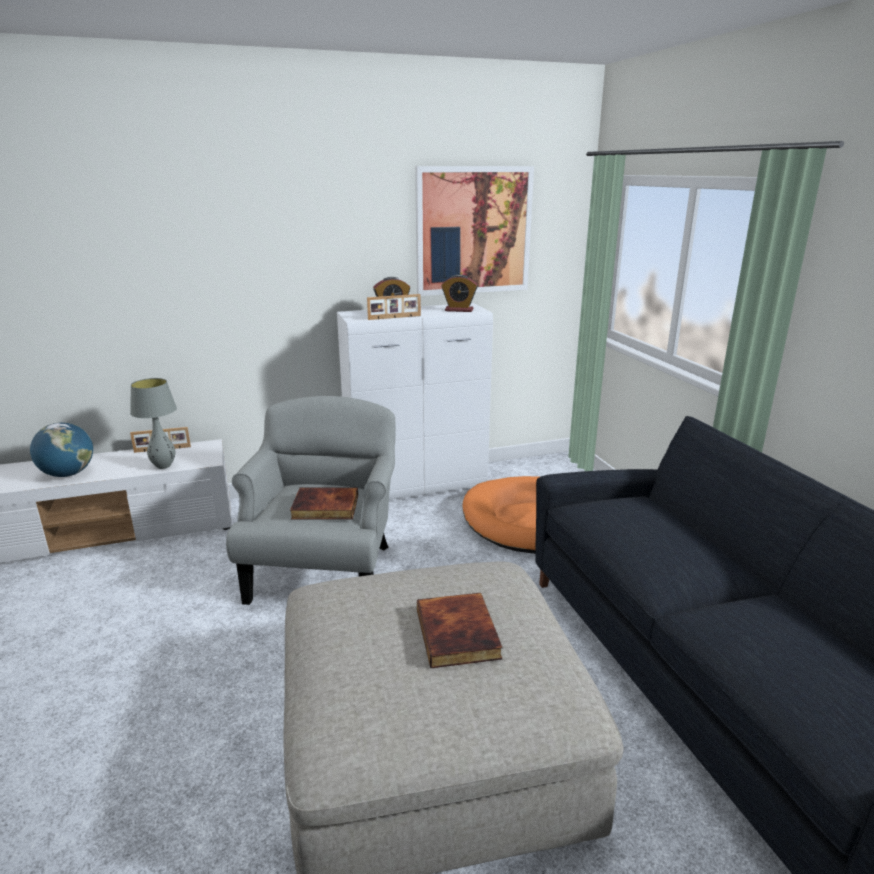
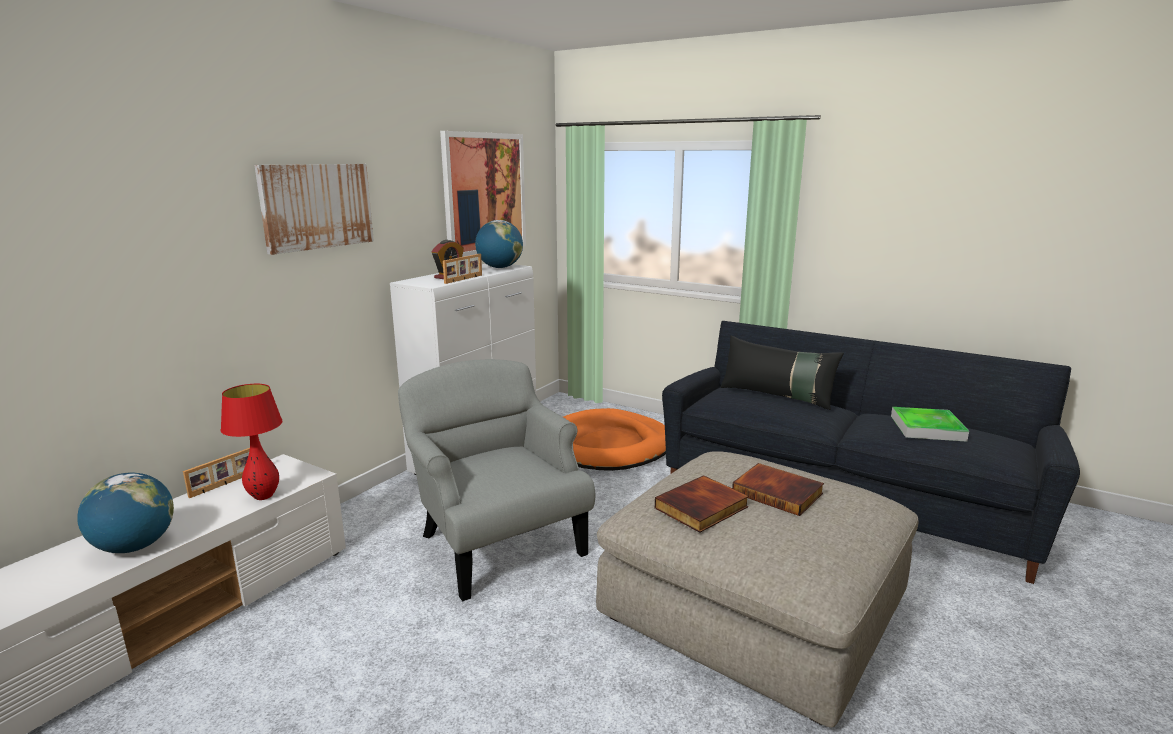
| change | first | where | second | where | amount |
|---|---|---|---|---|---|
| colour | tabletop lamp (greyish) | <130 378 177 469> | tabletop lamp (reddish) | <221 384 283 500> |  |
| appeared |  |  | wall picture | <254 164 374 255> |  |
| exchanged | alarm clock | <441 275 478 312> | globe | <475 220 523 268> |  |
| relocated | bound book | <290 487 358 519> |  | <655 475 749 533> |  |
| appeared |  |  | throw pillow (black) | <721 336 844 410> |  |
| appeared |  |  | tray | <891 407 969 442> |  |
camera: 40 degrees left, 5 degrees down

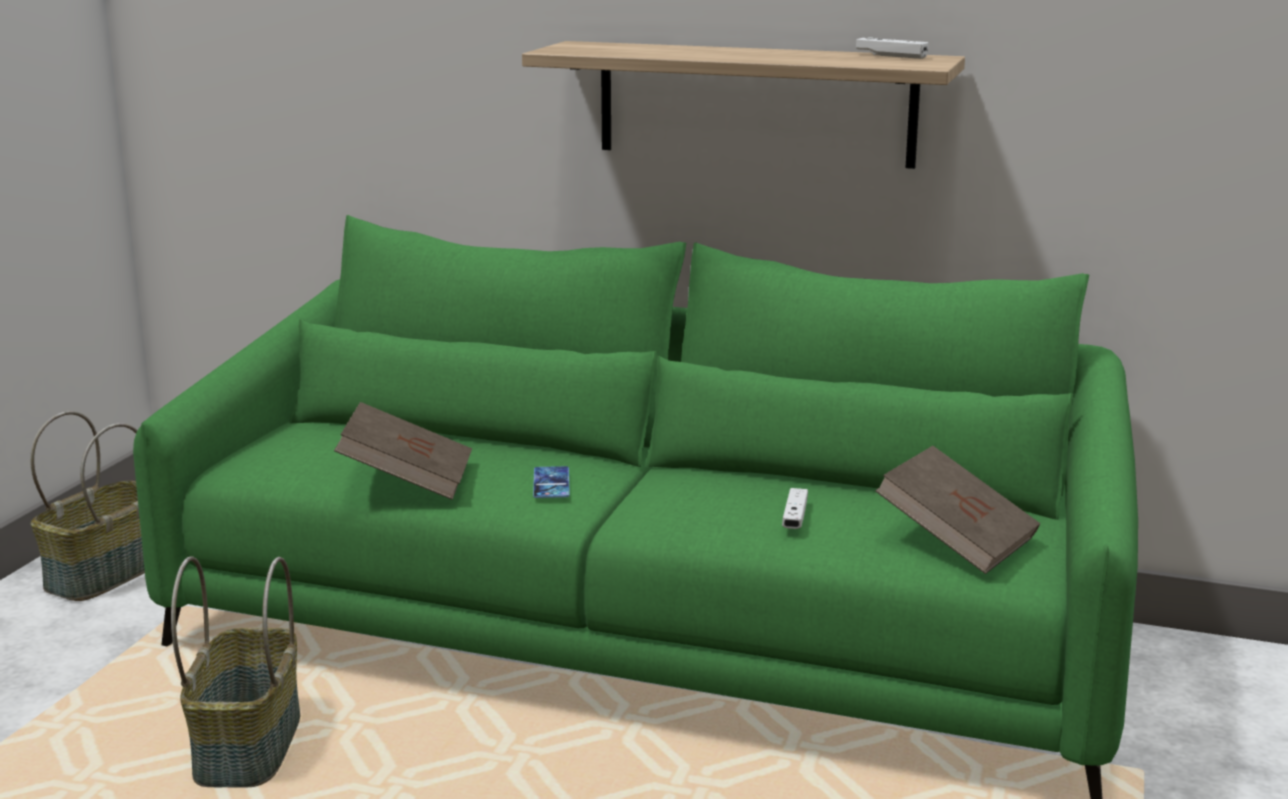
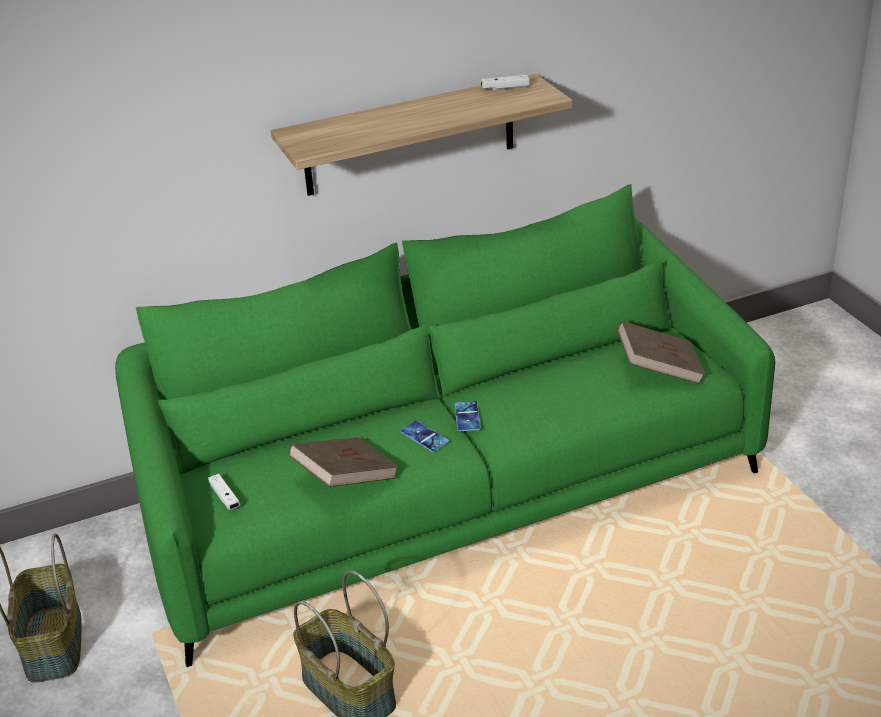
| change | first | where | second | where | amount |
|---|---|---|---|---|---|
| relocated | gamepad (whitish) | <782 488 808 529> |  | <208 474 240 510> |  |
| appeared |  |  | telephone | <455 401 481 431> |  |
camera: 40 degrees left, 15 degrees up

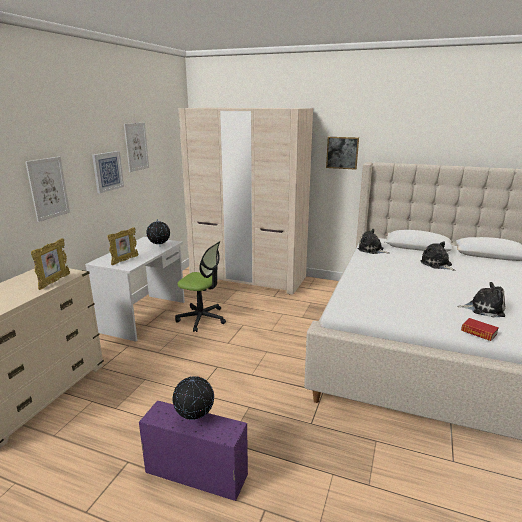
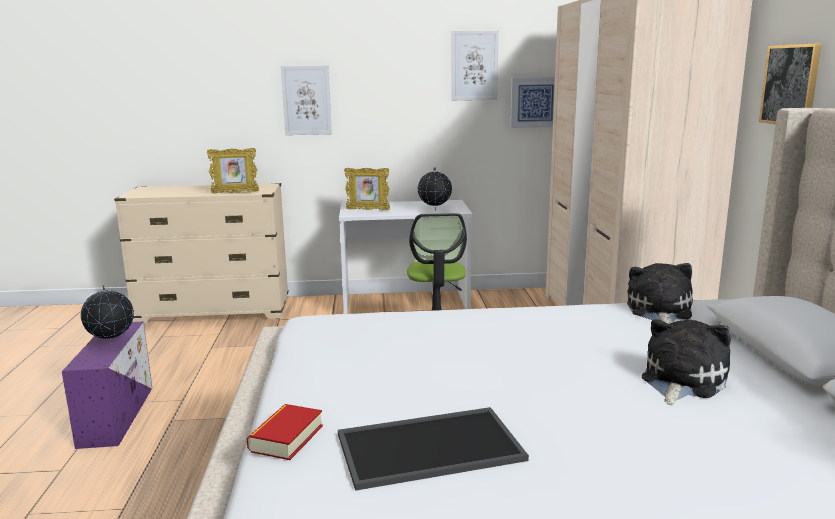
| change | first | where | second | where | amount |
|---|---|---|---|---|---|
| exchanged | soft toy | <457 282 506 317> | tray | <338 407 529 491> |  |
| relocated | wall picture | <92 151 124 193> |  | <510 77 555 128> |  |
camera: 65 degrees right, 5 degrees down

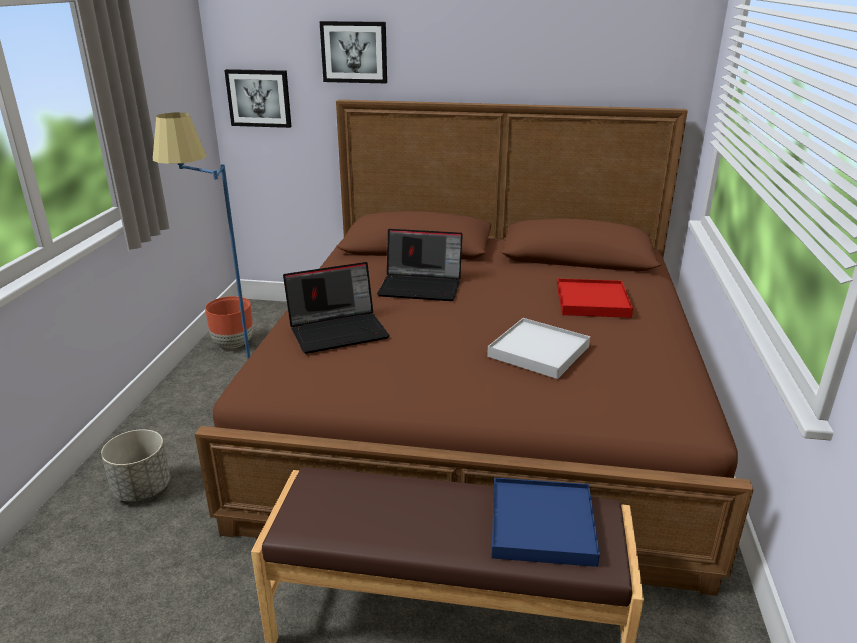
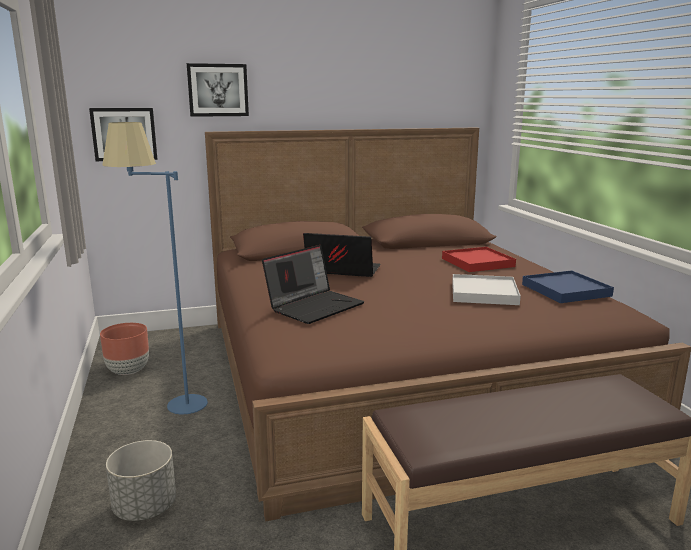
| change | first | where | second | where | amount |
|---|---|---|---|---|---|
| spun | portable computer | <377 229 463 301> |  | <303 233 381 277> | 150 degrees counterclockwise |
| relocated | tray (bluish) | <492 478 600 567> |  | <522 270 614 303> |  |
camera: 25 degrees left, 10 degrees down

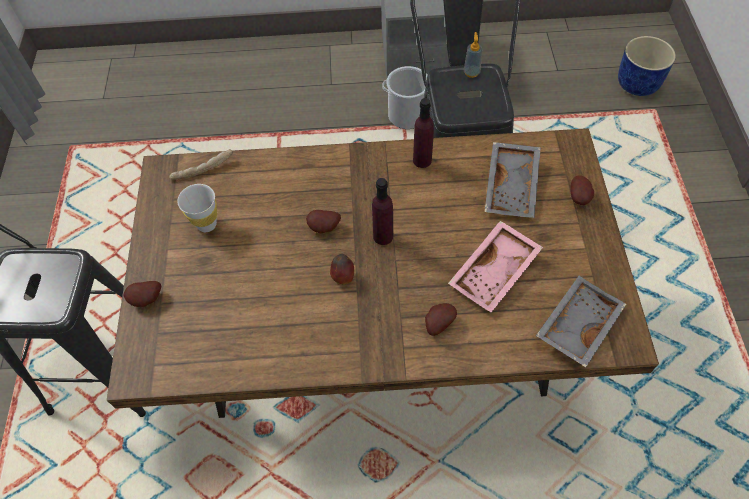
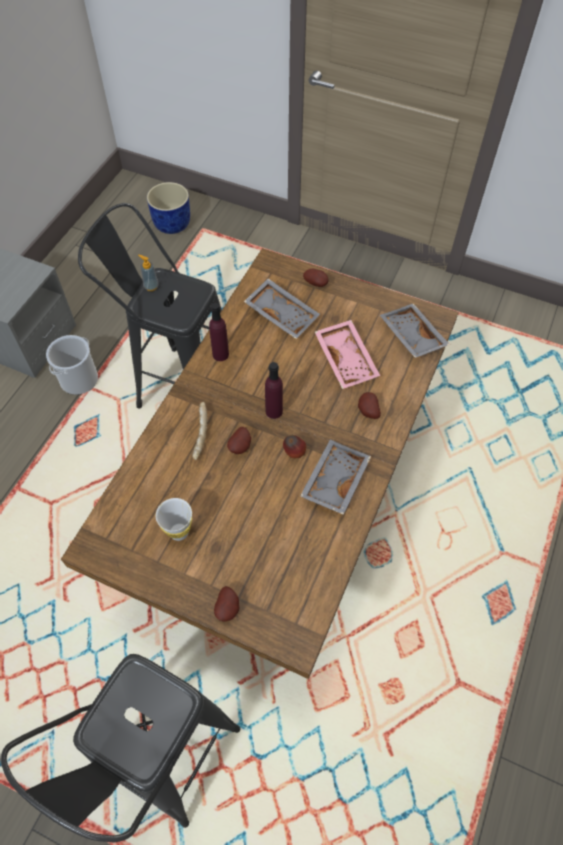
| change | first | where | second | where | amount |
|---|---|---|---|---|---|
| relocated | bread | <169 149 233 180> |  | <192 402 208 460> |  |
| appeared |  |  | tray (greyish) | <300 439 371 515> |  |
camera: 65 degrees left, 0 degrees up

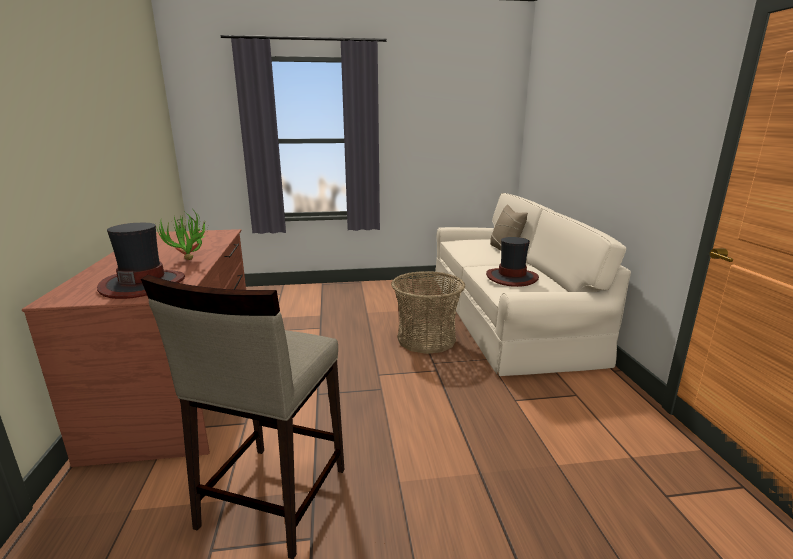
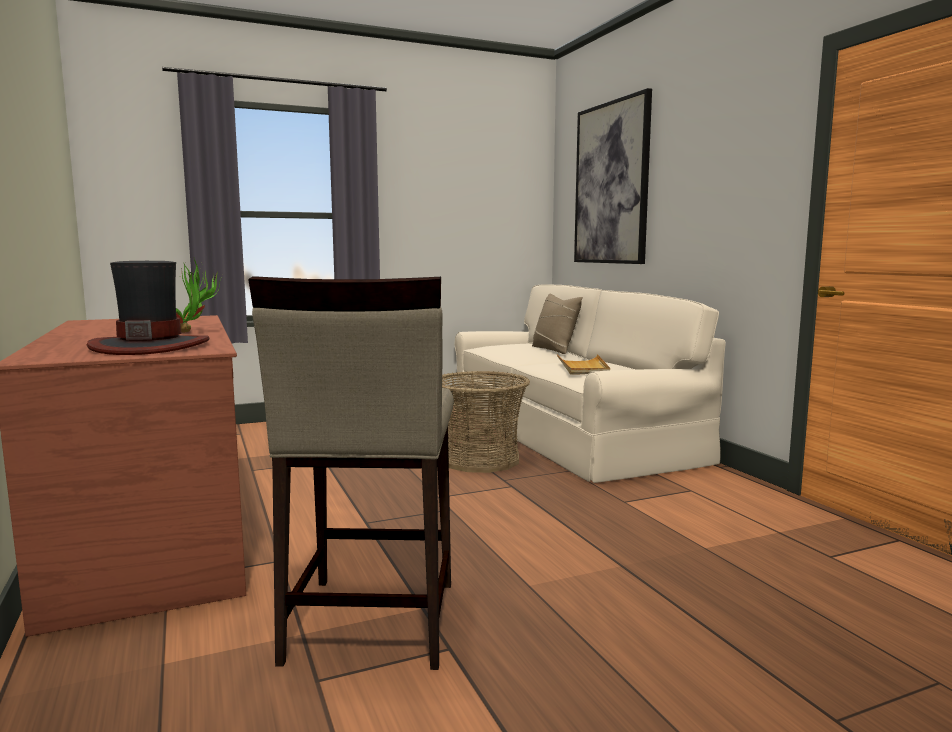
| change | first | where | second | where | amount |
|---|---|---|---|---|---|
| exchanged | clothing hat | <486 237 539 287> | tray (beige-coloured) | <557 354 610 374> |  |
| appeared |  |  | wall picture | <574 88 652 264> |  |
camera: 15 degrees left, 10 degrees down

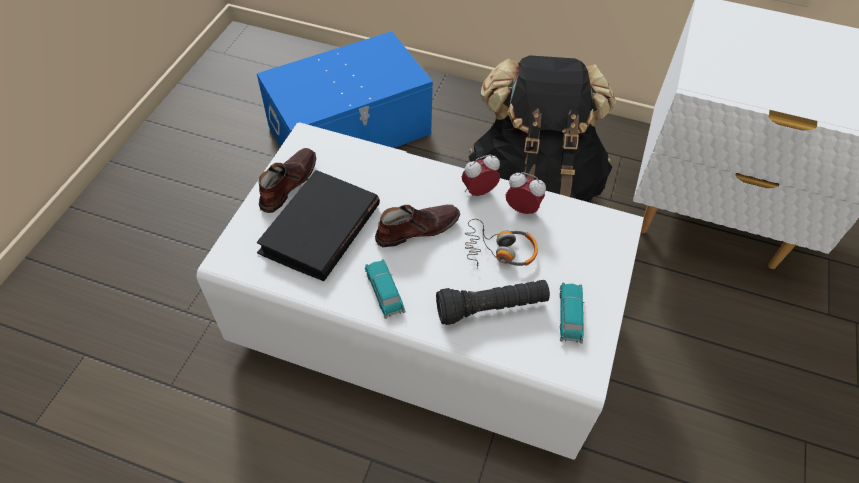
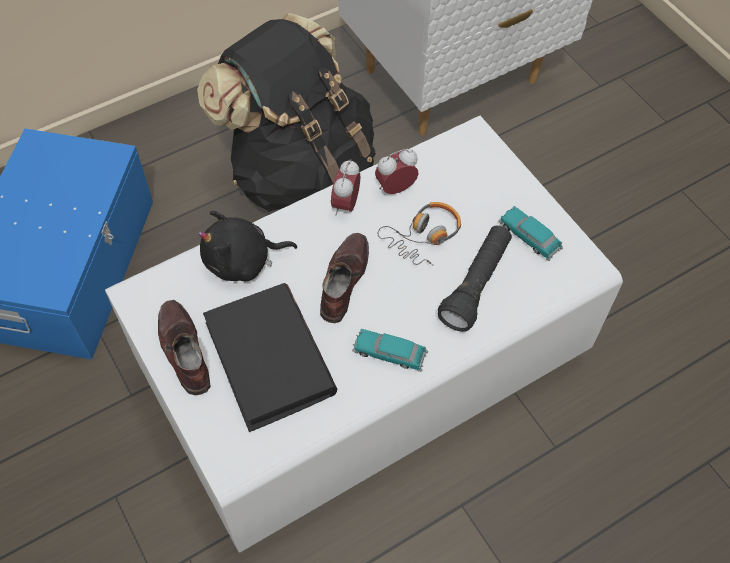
| change | first | where | second | where | amount |
|---|---|---|---|---|---|
| appeared |  |  | soft toy (black) | <198 211 297 281> |  |
camera: 50 degrees left, 5 degrees up

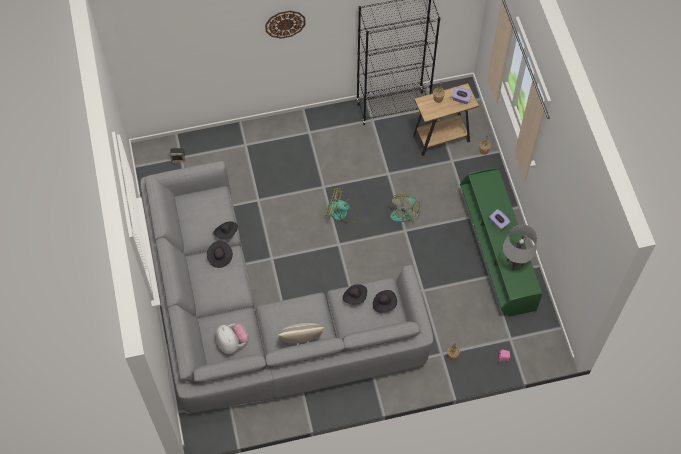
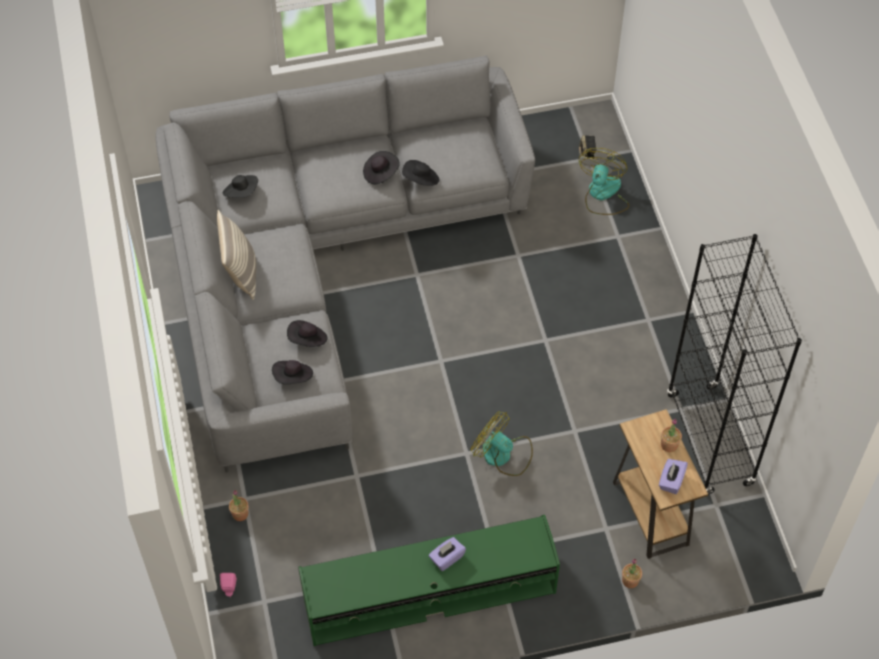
| change | first | where | second | where | amount |
|---|---|---|---|---|---|
| exchanged | soft toy | <216 323 249 354> | clothing hat (black) | <223 175 258 198> |  |
| relocated | electric fan | <326 188 359 223> |  | <579 148 629 215> |  |
| missing | wall clock | <265 11 306 39> |  |  |  |
| missing | tabletop lamp (greyish) | <503 224 537 271> |  |  |  |
camera: 90 degrees right, 5 degrees down

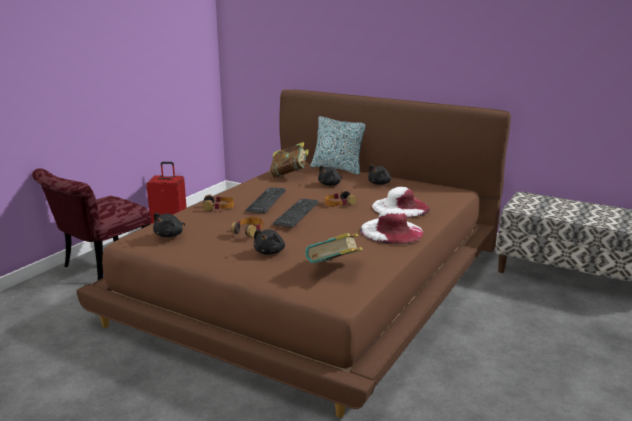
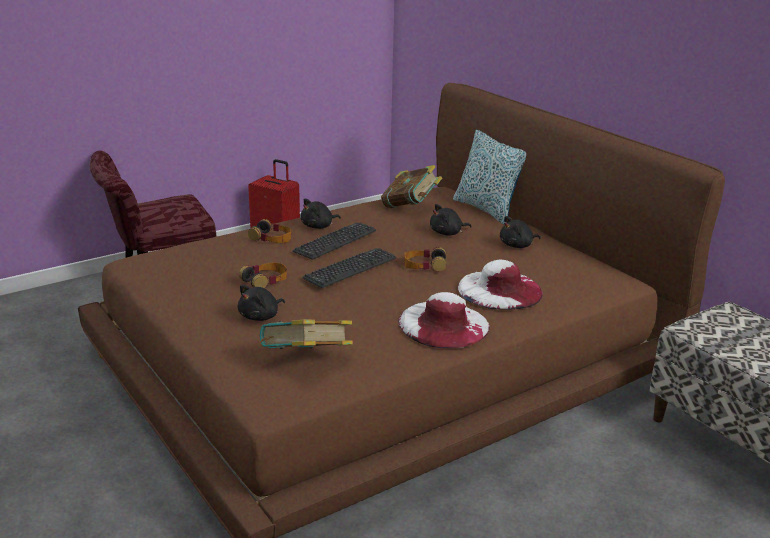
| change | first | where | second | where | amount |
|---|---|---|---|---|---|
| relocated | soft toy (black) | <153 213 185 237> |  | <300 198 341 229> |  |
camera: 25 degrees right, 5 degrees up

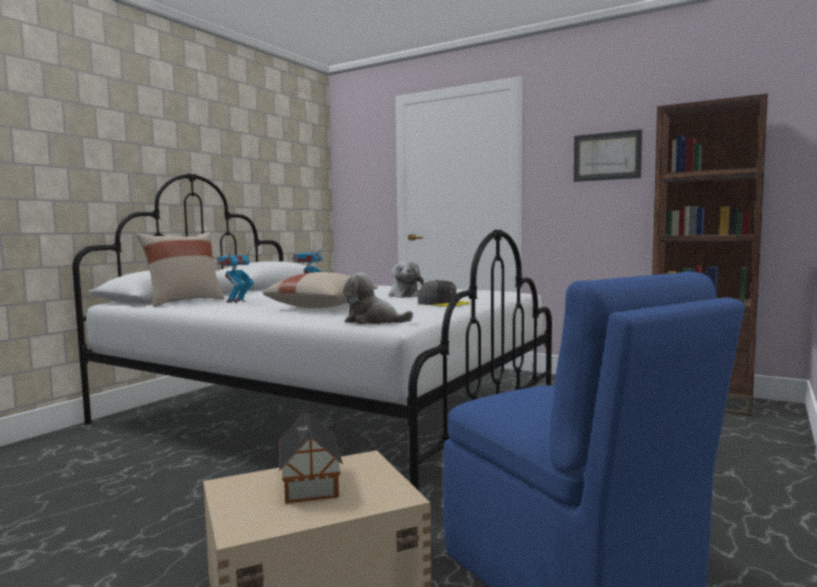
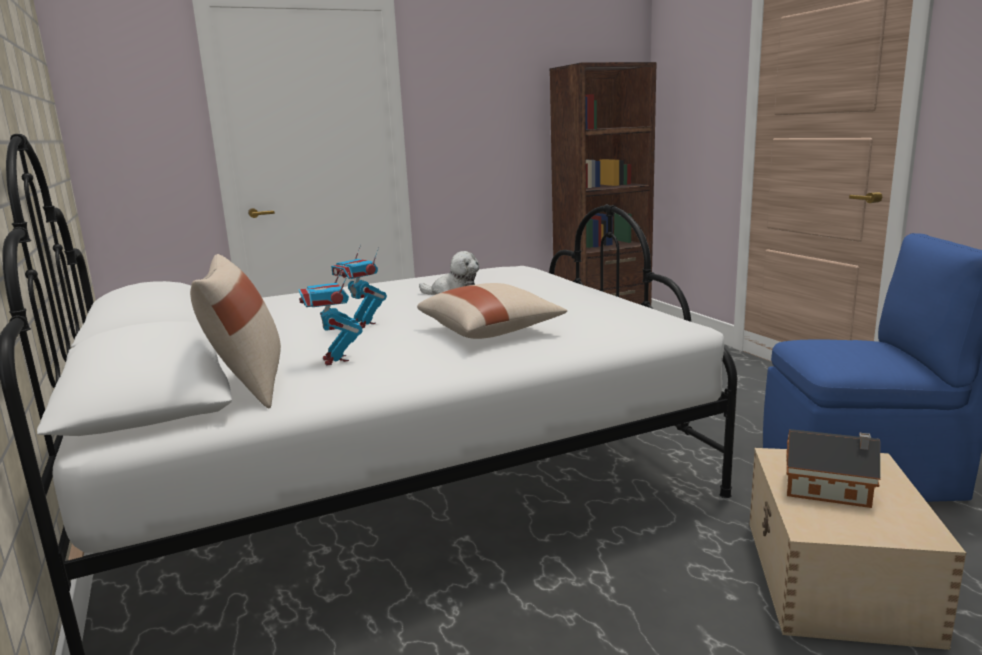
| change | first | where | second | where | amount |
|---|---|---|---|---|---|
| missing | soft toy | <343 273 413 324> |  |  |  |
| missing | cap (greyish) | <418 280 470 307> |  |  |  |
| missing | wall picture | <574 129 642 182> |  |  |  |
camera: 55 degrees left, 10 degrees up

